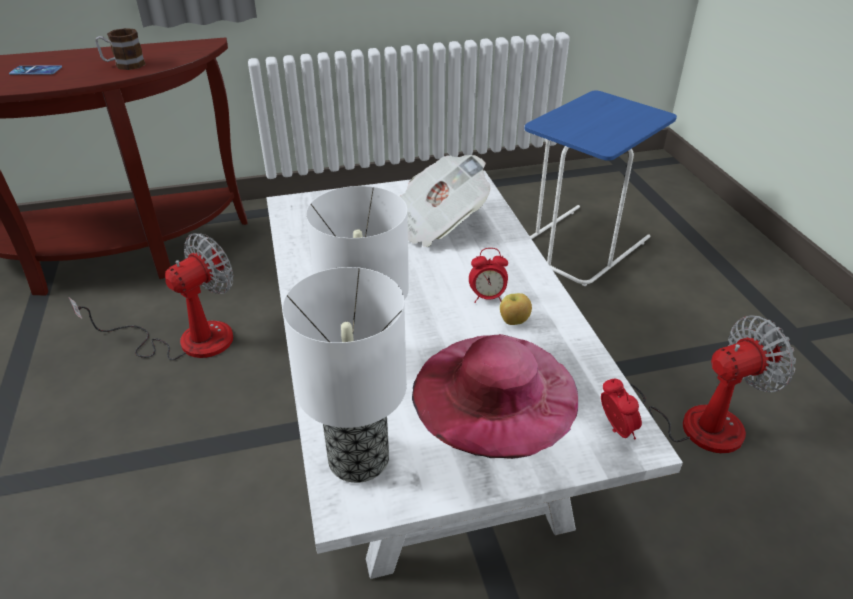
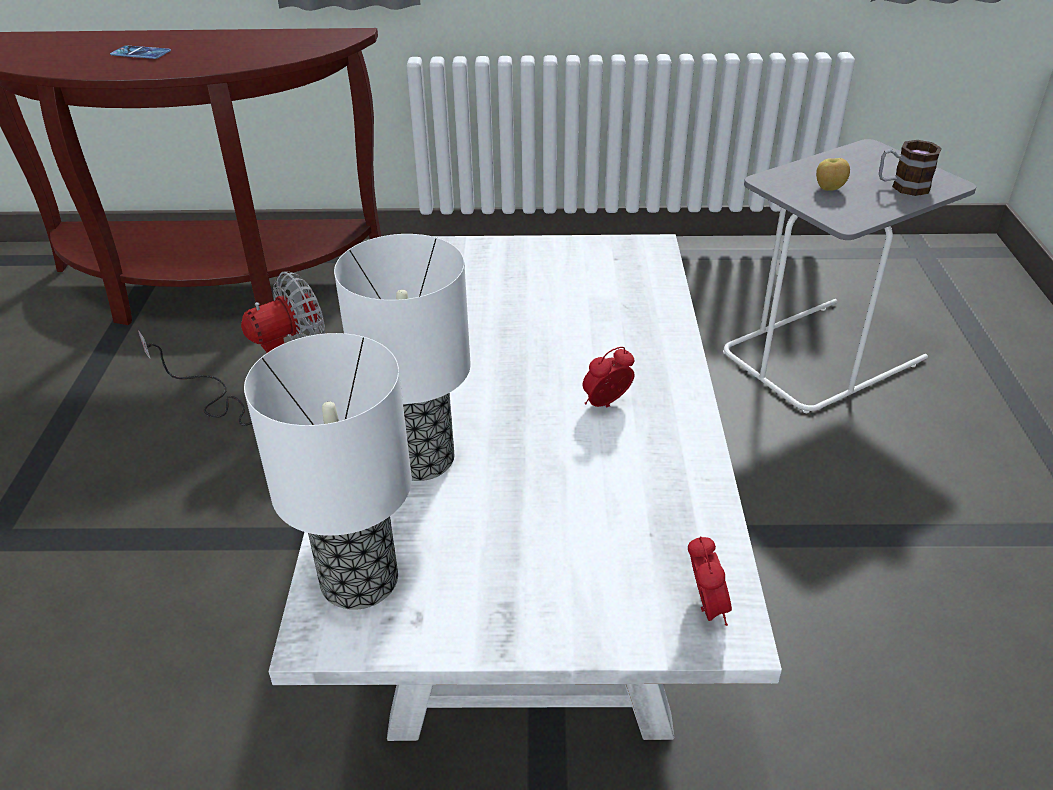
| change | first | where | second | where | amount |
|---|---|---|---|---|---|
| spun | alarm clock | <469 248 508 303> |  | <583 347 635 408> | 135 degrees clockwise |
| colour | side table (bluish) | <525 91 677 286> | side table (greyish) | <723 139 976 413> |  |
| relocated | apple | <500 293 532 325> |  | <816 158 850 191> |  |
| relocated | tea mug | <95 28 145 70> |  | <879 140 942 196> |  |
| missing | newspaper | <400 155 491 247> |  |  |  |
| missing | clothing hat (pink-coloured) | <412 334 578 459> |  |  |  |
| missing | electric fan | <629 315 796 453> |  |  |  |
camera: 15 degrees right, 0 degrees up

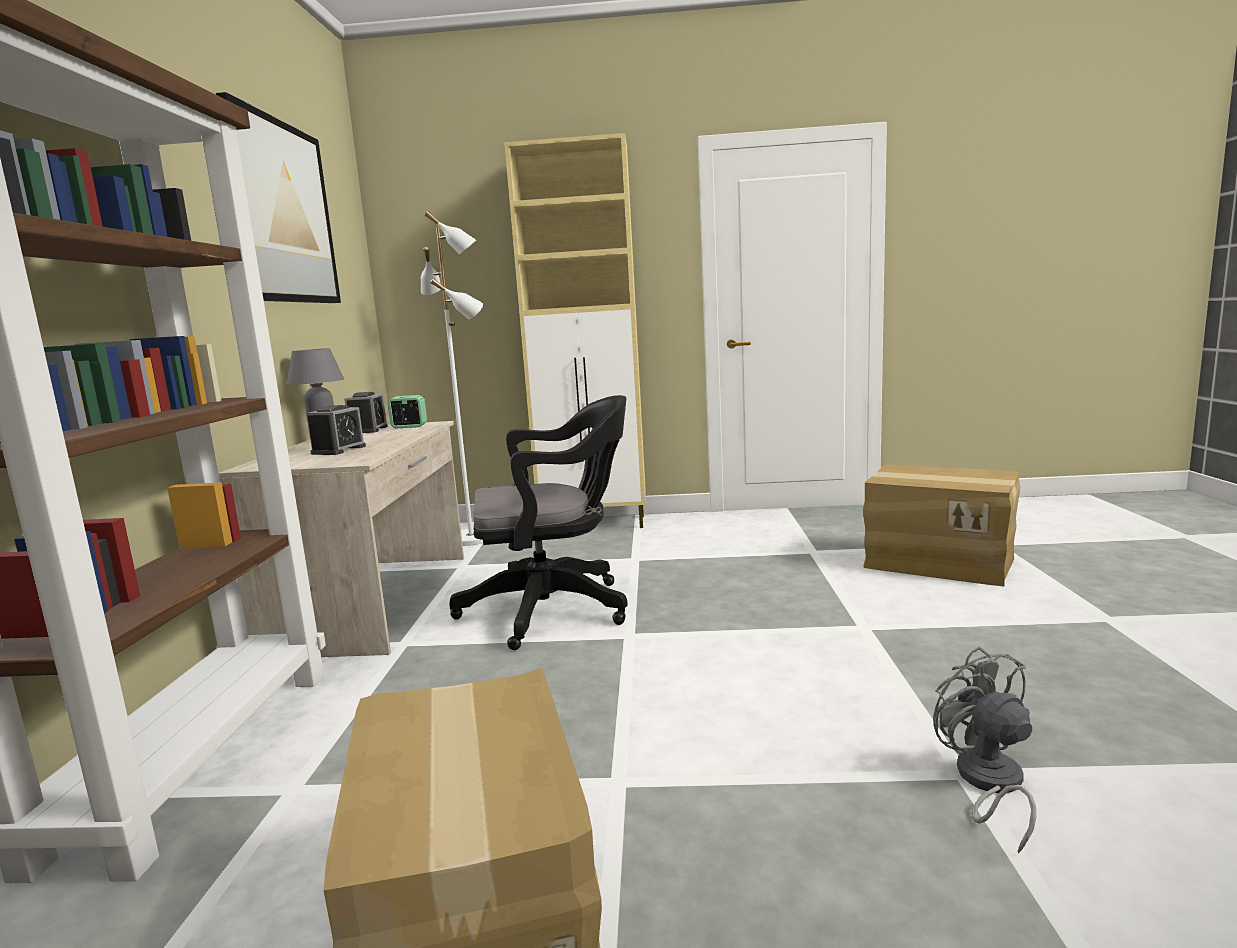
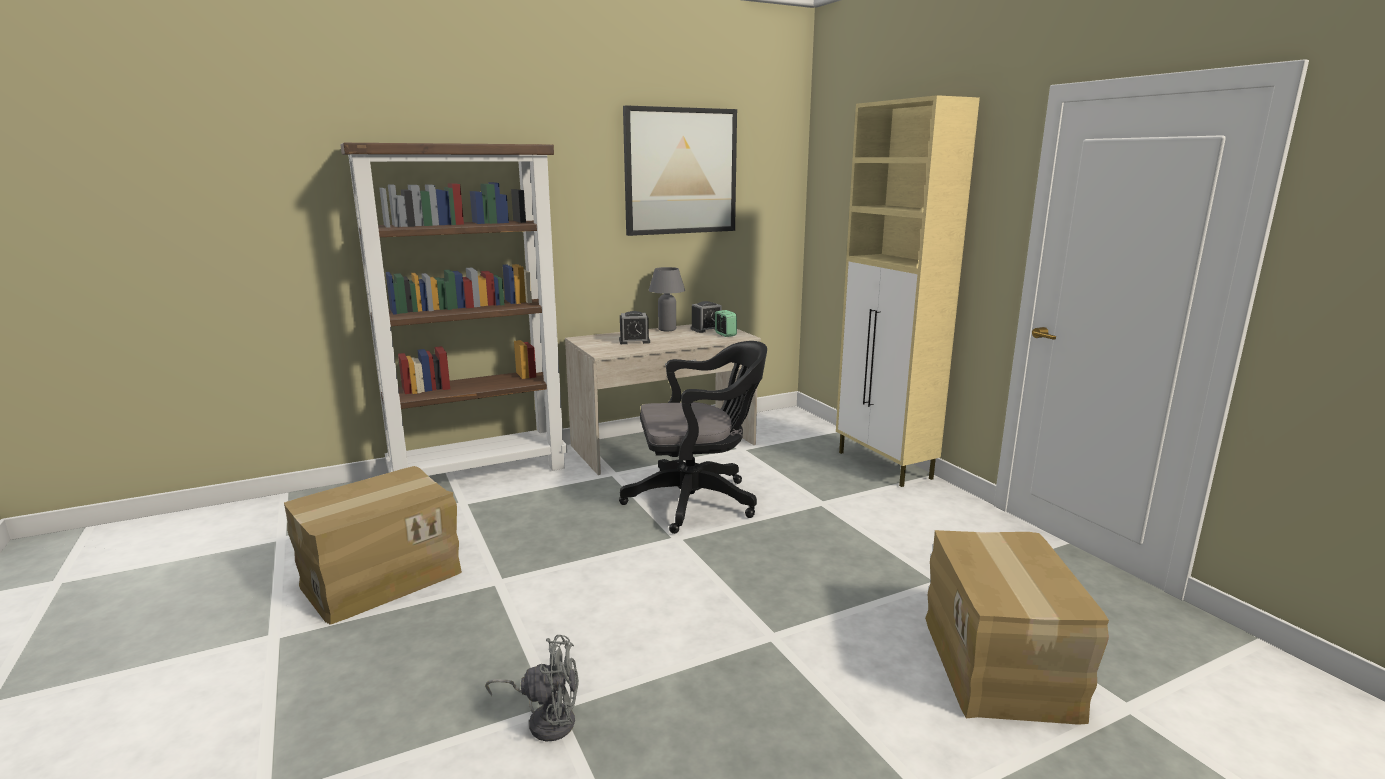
| change | first | where | second | where | amount |
|---|---|---|---|---|---|
| spun | electric fan (greyish) | <933 647 1036 854> |  | <485 635 579 741> | 45 degrees clockwise |
| spun | office chair (black) | <449 395 628 650> |  | <619 341 767 534> | 60 degrees counterclockwise |
| missing | standing lamp (whitish) | <421 211 483 546> |  |  |  |
camera: 60 degrees right, 5 degrees up

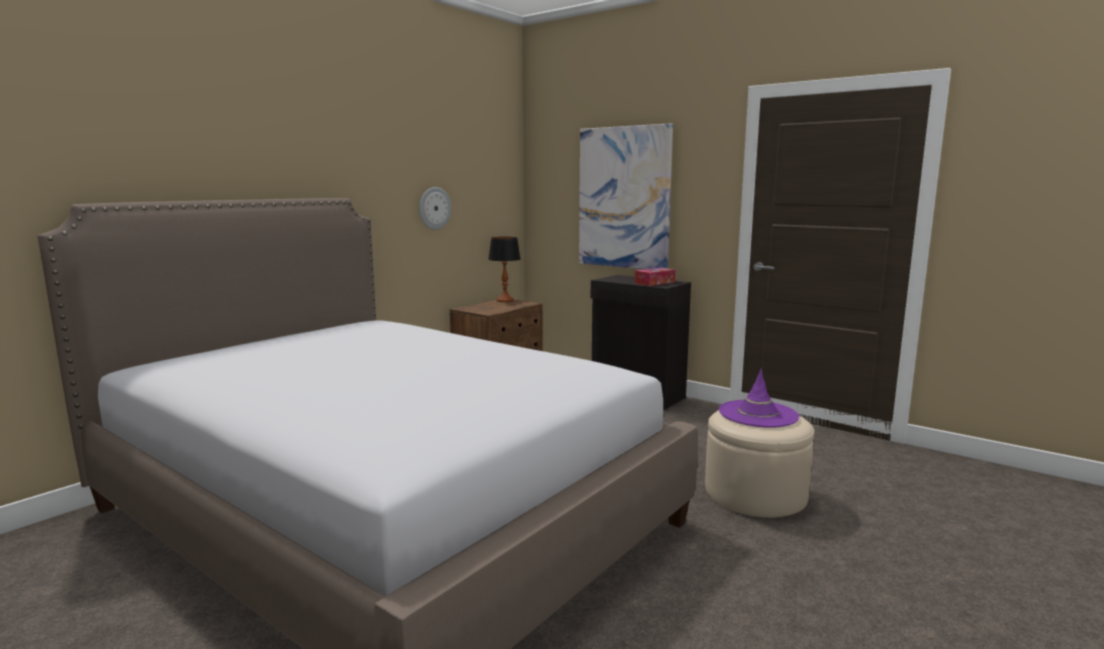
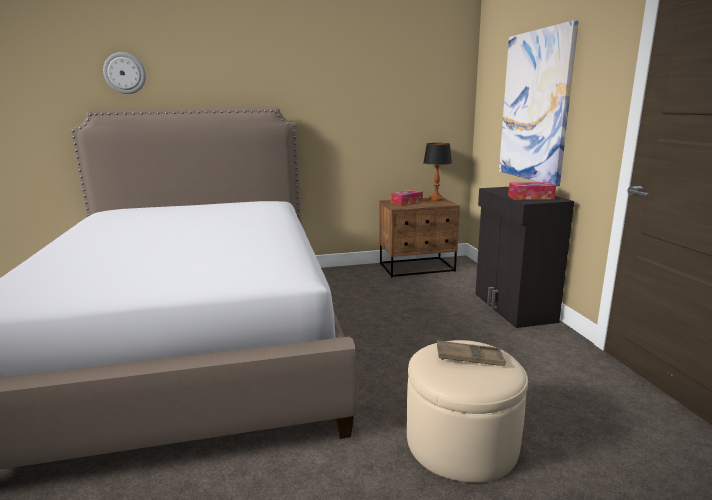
| change | first | where | second | where | amount |
|---|---|---|---|---|---|
| relocated | wall clock | <419 187 451 230> |  | <103 52 146 94> |  |
| appeared |  |  | box of tissues | <391 190 423 206> |  |
| exchanged | clothing hat (purple-coloured) | <719 369 799 427> | tray (brown-coloured) | <437 340 506 366> |  |
camera: 40 degrees right, 5 degrees up

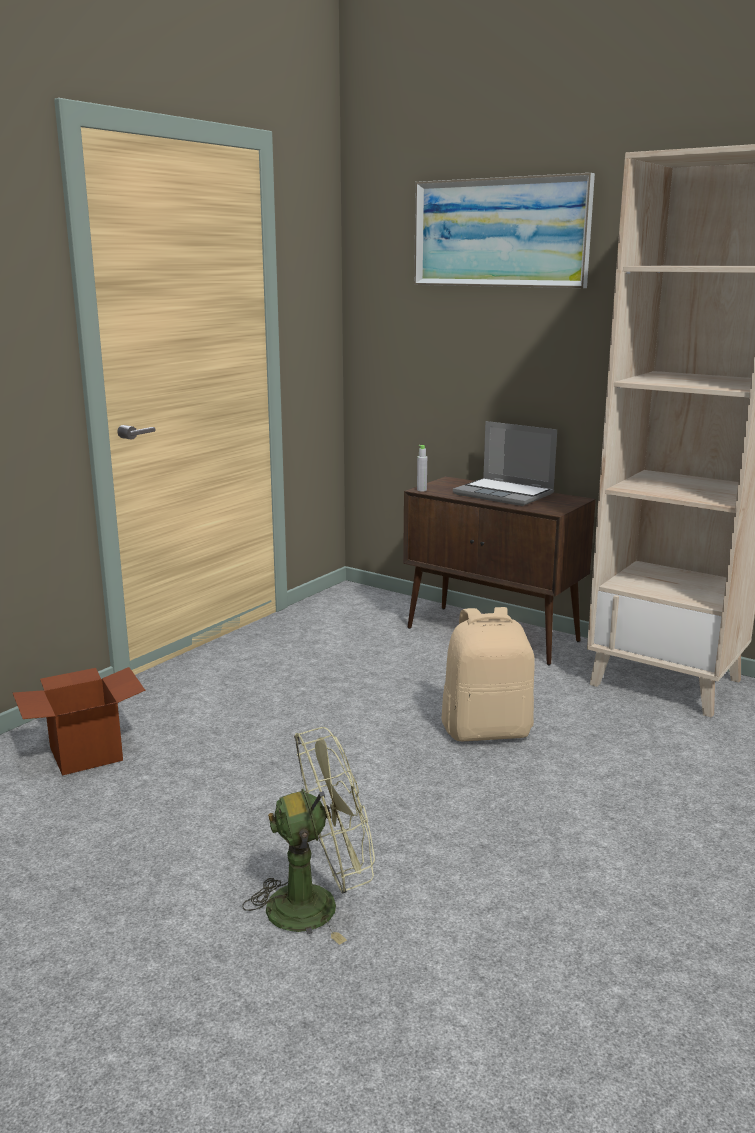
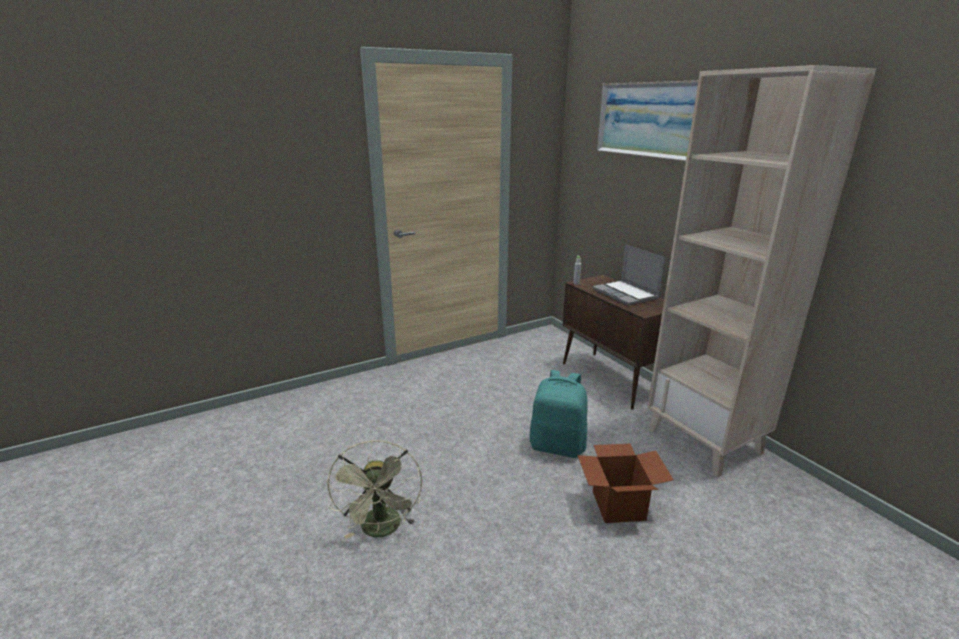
| change | first | where | second | where | amount |
|---|---|---|---|---|---|
| spun | electric fan (green) | <242 727 375 945> |  | <327 440 422 539> | 75 degrees clockwise |
| colour | rucksack (beige-coloured) | <442 607 535 741> | rucksack (turquoise-coloured) | <530 370 588 458> |  |
| relocated | carton | <13 667 146 776> |  | <577 444 674 523> |  |
camera: 25 degrees right, 5 degrees up

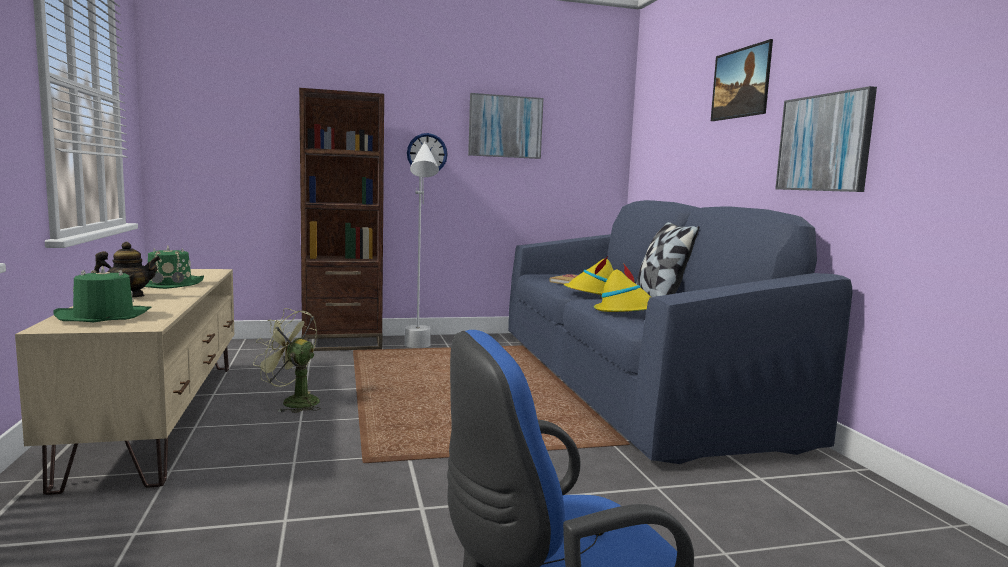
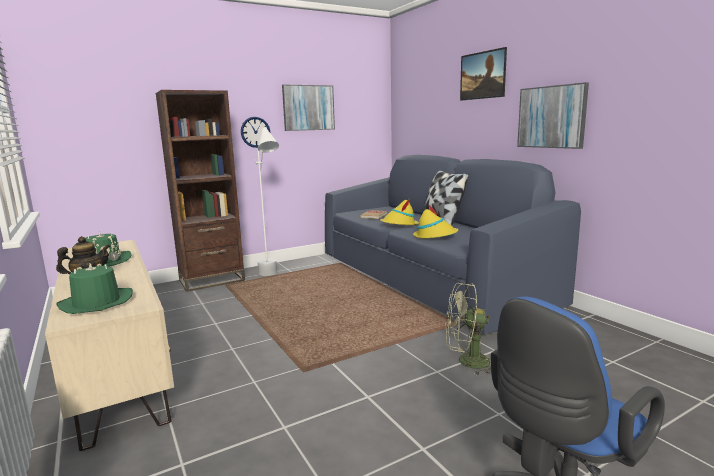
| change | first | where | second | where | amount |
|---|---|---|---|---|---|
| relocated | electric fan (green) | <253 308 321 413> |  | <445 283 491 375> |  |
camera: 15 degrees left, 5 degrees up

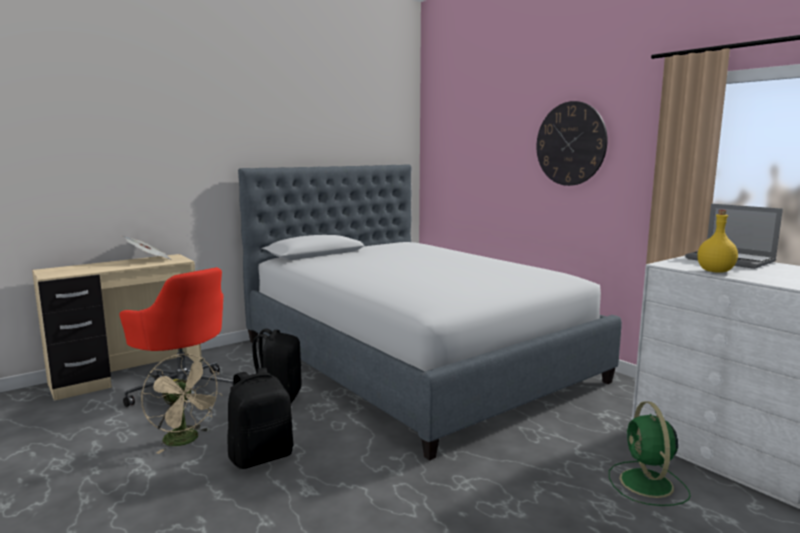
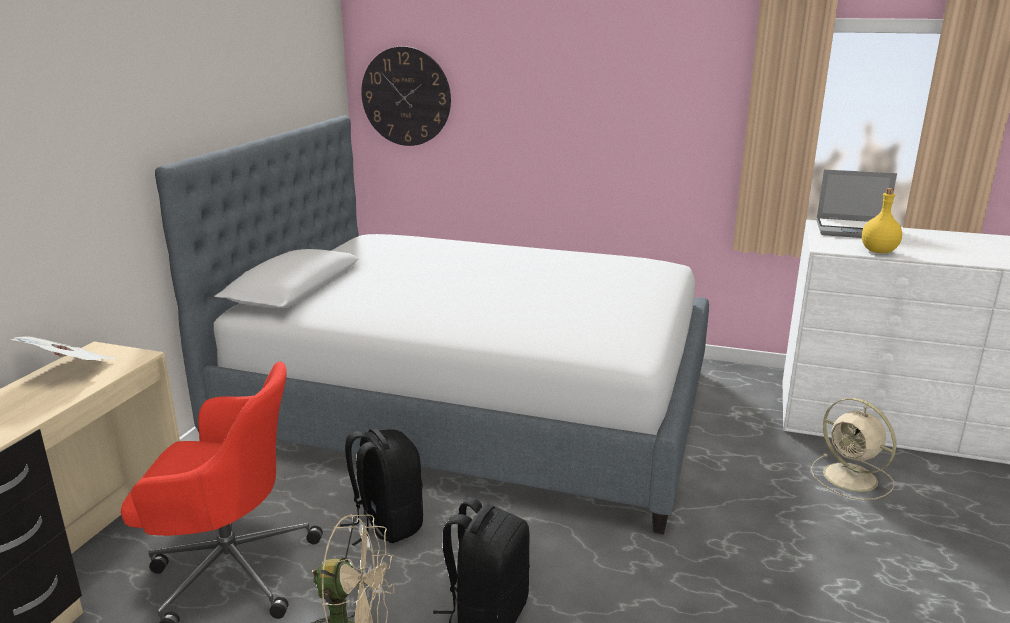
| change | first | where | second | where | amount |
|---|---|---|---|---|---|
| relocated | wall clock | <536 101 608 186> |  | <361 46 451 146> |  |
| colour | electric fan (green) | <609 401 691 506> | electric fan (beige-coloured) | <810 398 896 500> |  |
camera: 35 degrees left, 10 degrees up

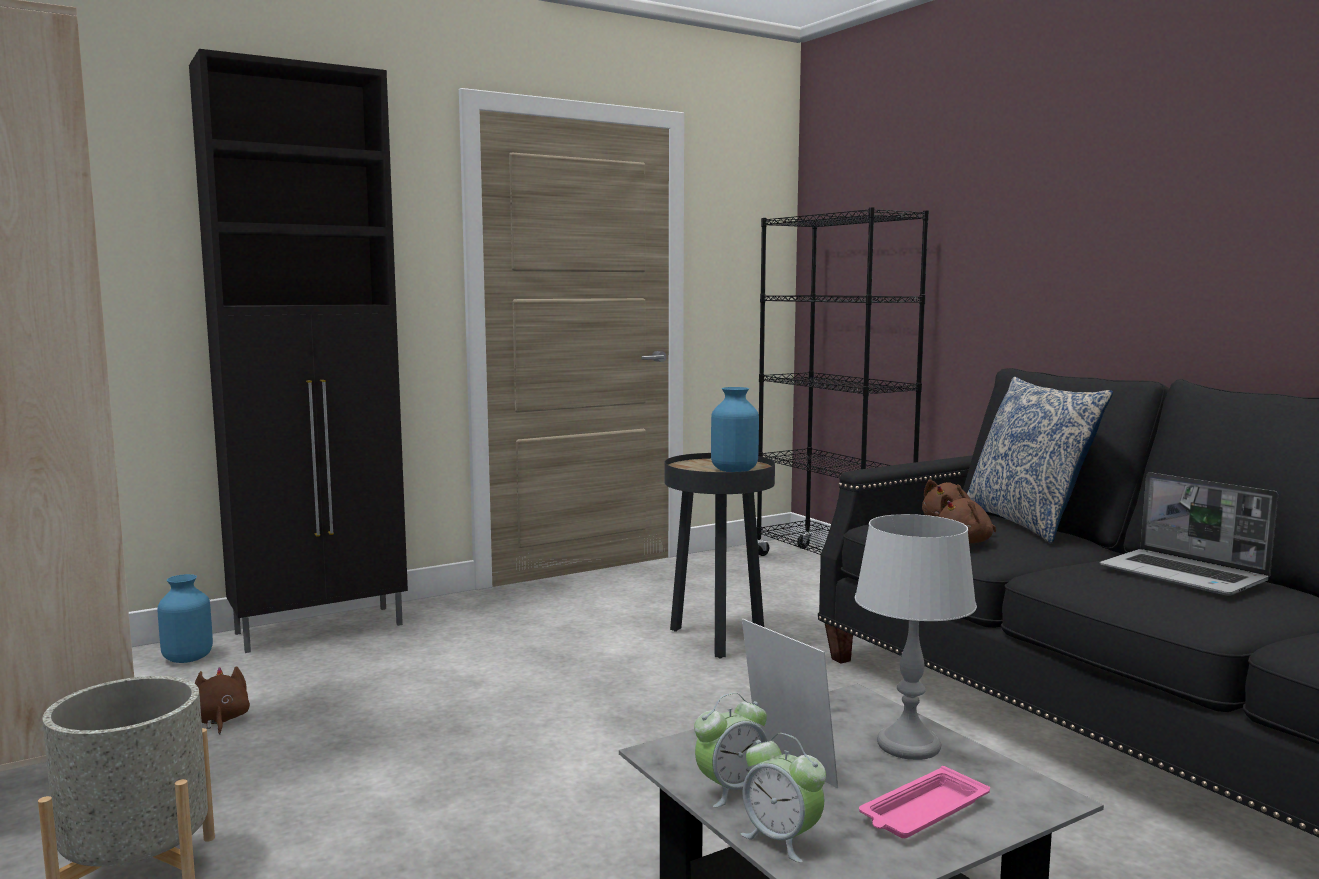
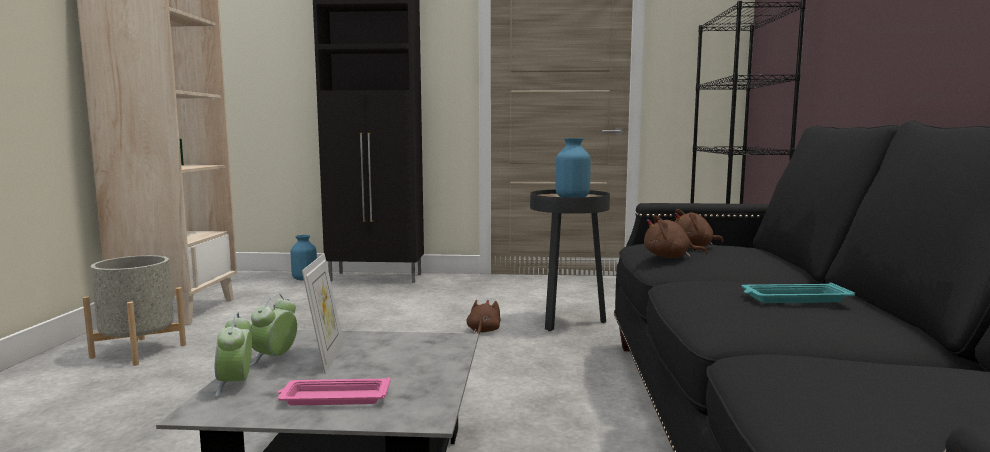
| change | first | where | second | where | amount |
|---|---|---|---|---|---|
| spun | alarm clock | <694 693 768 808> |  | <250 294 297 365> | 105 degrees clockwise |
| relocated | soft toy (brown-coloured) | <195 666 250 735> |  | <466 300 500 334> |  |
| exchanged | portable computer | <1100 472 1278 596> | tray (turquoise-coloured) | <741 283 855 303> |  |
| missing | tabletop lamp (greyish) | <855 514 977 760> |  |  |  |
| missing | throw pillow | <967 377 1113 543> |  |  |  |
camera: 35 degrees right, 0 degrees up

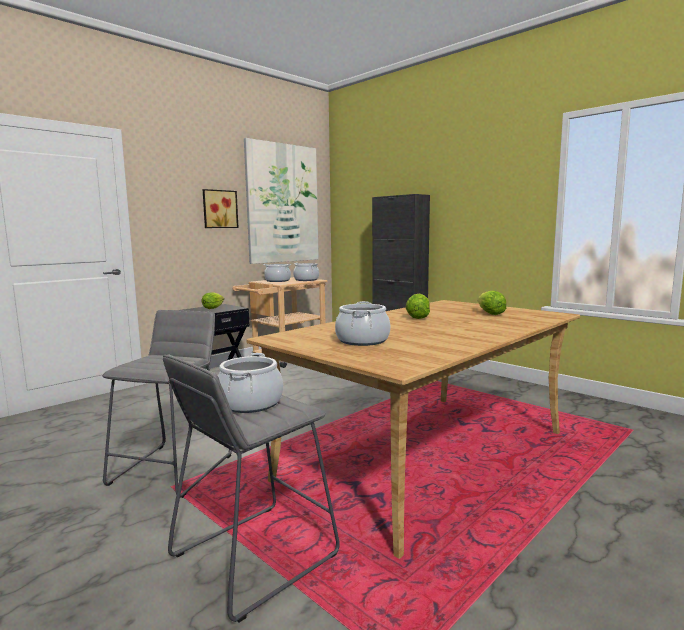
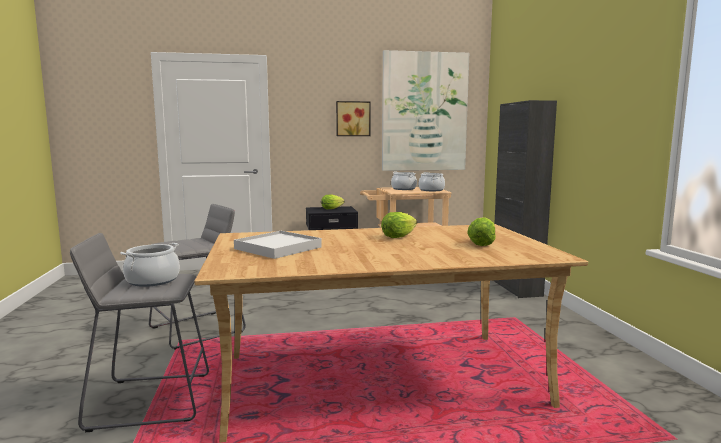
| change | first | where | second | where | amount |
|---|---|---|---|---|---|
| exchanged | cooking pot | <335 301 390 346> | tray (whitish) | <234 231 322 259> |  |
camera: 35 degrees right, 0 degrees up

